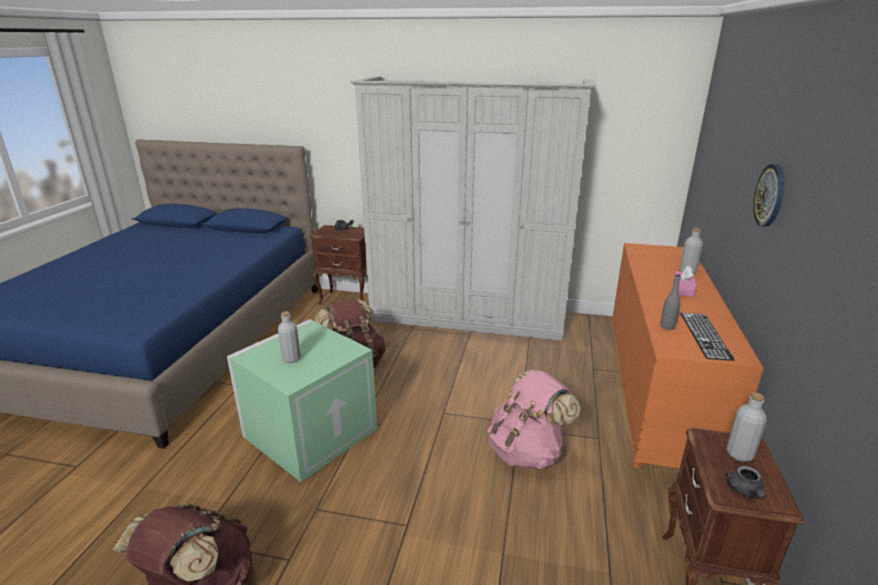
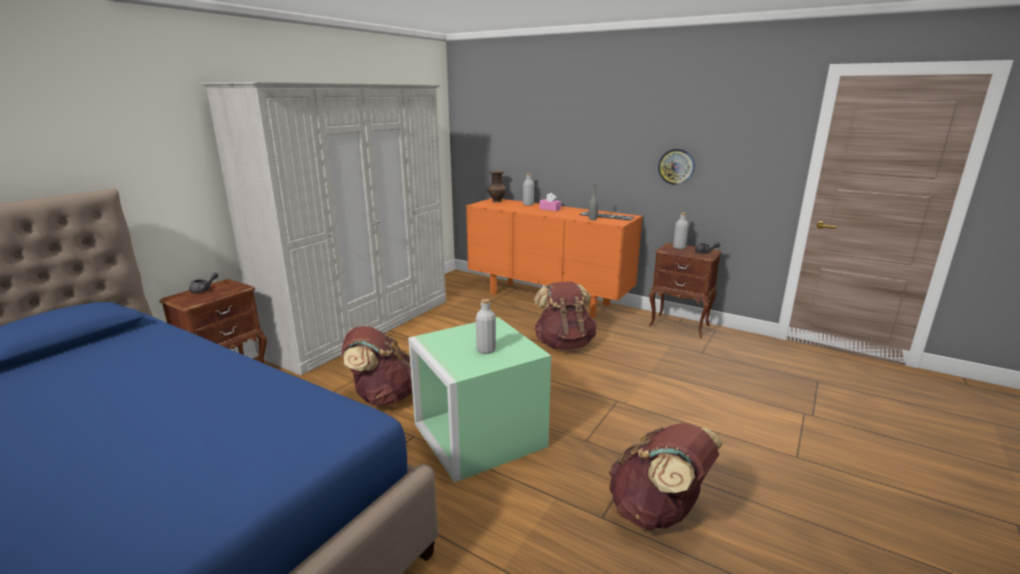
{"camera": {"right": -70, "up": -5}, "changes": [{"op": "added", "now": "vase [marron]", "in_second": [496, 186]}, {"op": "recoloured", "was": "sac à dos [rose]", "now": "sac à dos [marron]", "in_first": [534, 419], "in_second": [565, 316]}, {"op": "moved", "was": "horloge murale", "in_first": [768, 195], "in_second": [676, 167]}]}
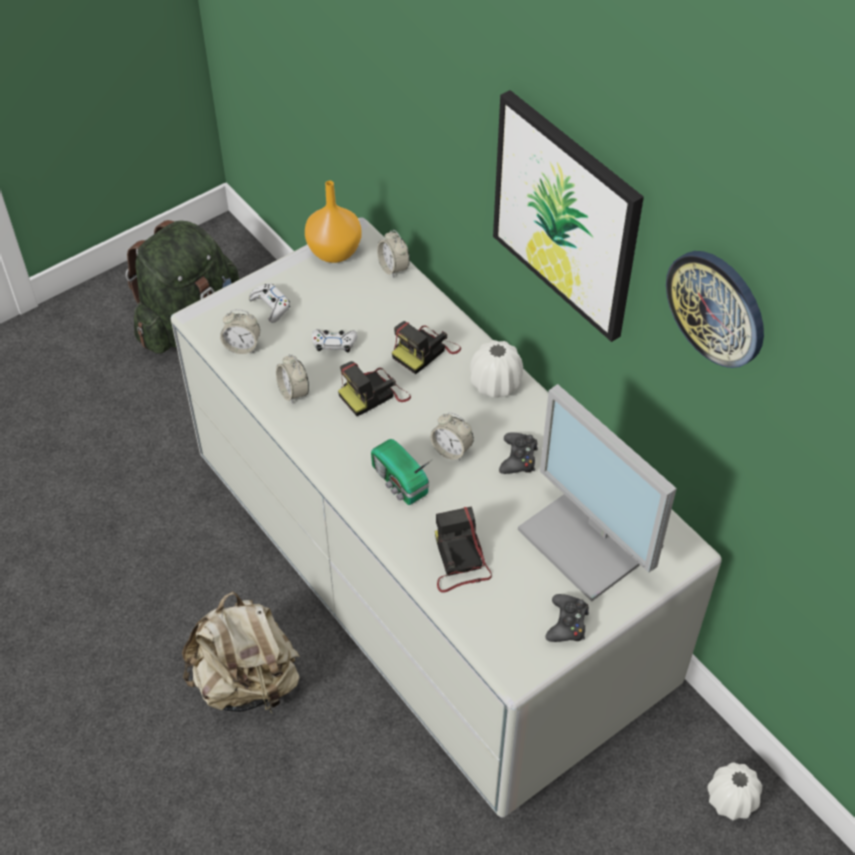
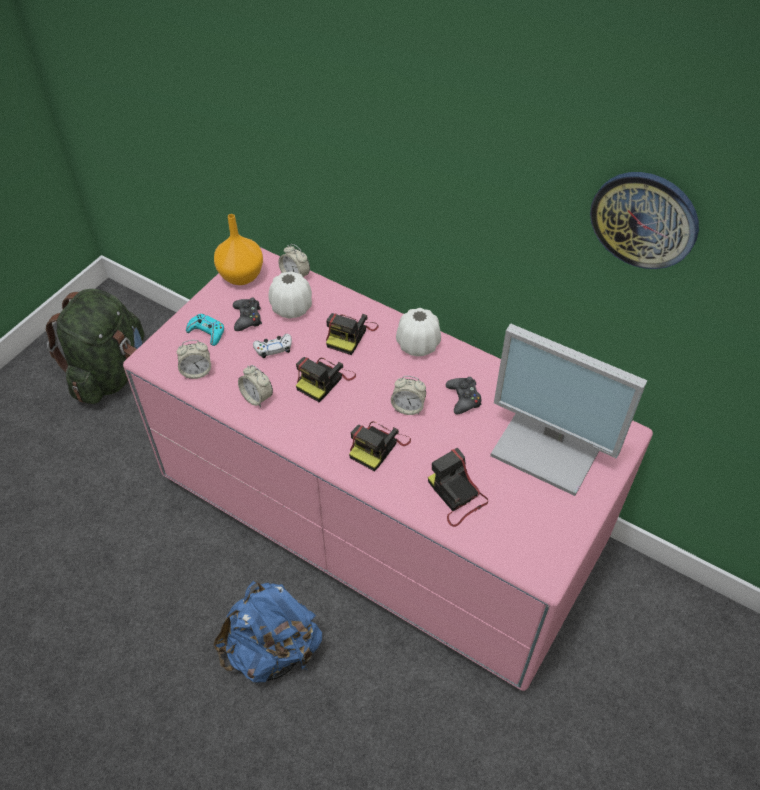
{"camera": {"right": -20, "up": 0}, "changes": [{"op": "recoloured", "was": "commode [blanc]", "now": "commode [rose]", "in_first": [446, 517], "in_second": [388, 469]}, {"op": "recoloured", "was": "manette [blanc]", "now": "manette [turquoise]", "in_first": [269, 303], "in_second": [205, 330]}, {"op": "recoloured", "was": "sac à dos [beige]", "now": "sac à dos [bleu]", "in_first": [241, 652], "in_second": [268, 631]}, {"op": "moved", "was": "manette [noir]", "in_first": [567, 618], "in_second": [247, 314]}, {"op": "moved", "was": "vase [blanc]", "in_first": [734, 791], "in_second": [290, 294]}, {"op": "replaced", "was": "radio", "now": "appareil photo", "in_first": [402, 472], "in_second": [380, 446]}, {"op": "removed", "was": "tableau", "in_first": [568, 216]}]}
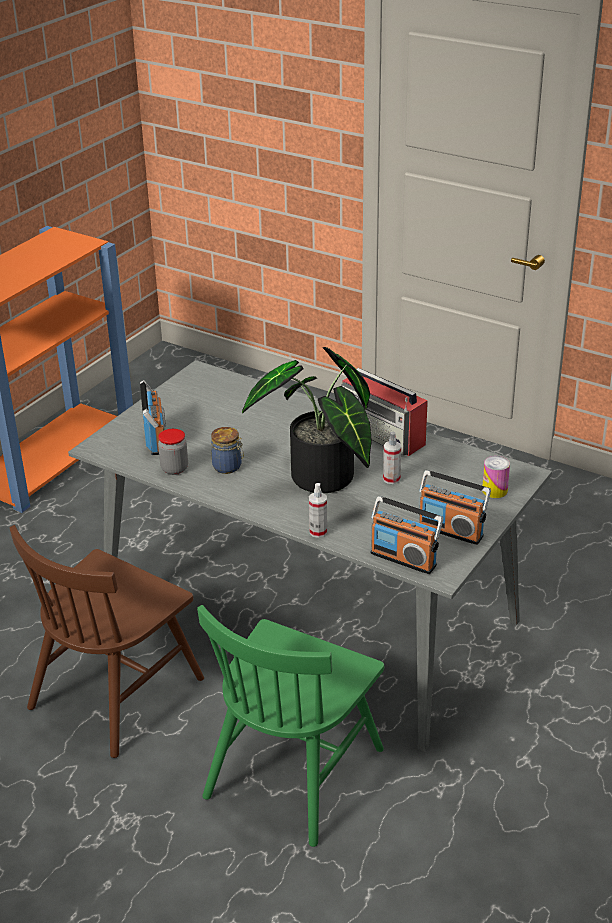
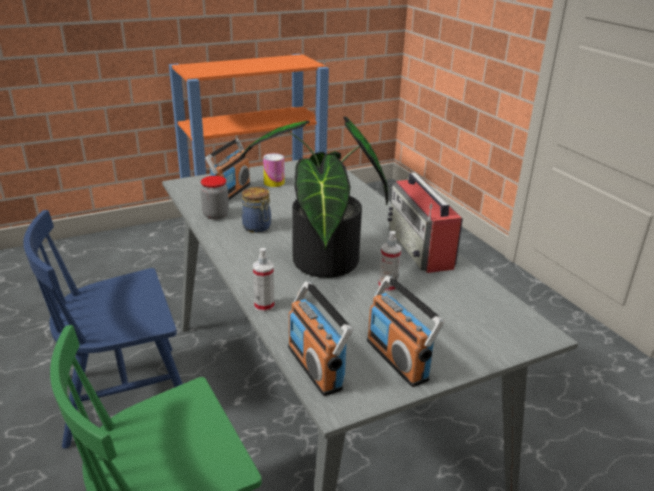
{"camera": {"right": 30, "up": -5}, "changes": [{"op": "recoloured", "was": "chaise [marron]", "now": "chaise [bleu]", "in_first": [107, 641], "in_second": [103, 329]}, {"op": "moved", "was": "boîte métallique", "in_first": [496, 477], "in_second": [273, 170]}]}
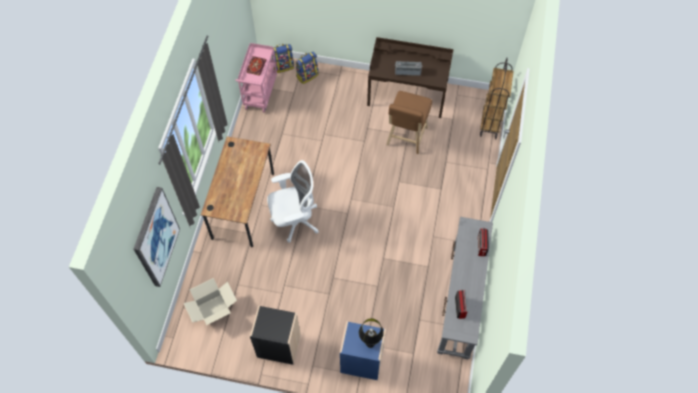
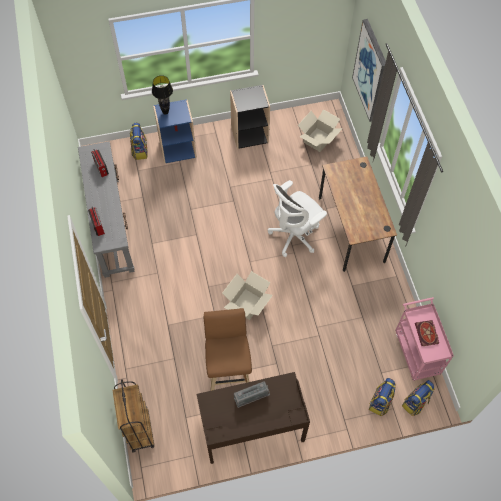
{"camera": {"right": 155, "up": 0}, "changes": [{"op": "added", "now": "sac à dos", "in_second": [139, 141]}, {"op": "added", "now": "carton", "in_second": [247, 295]}]}
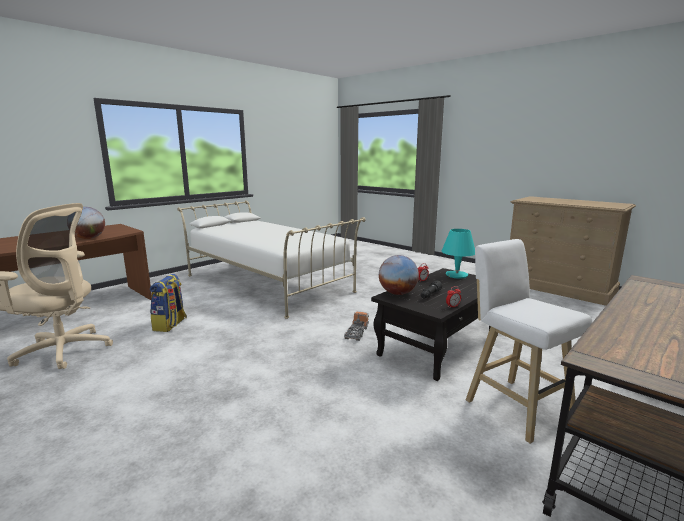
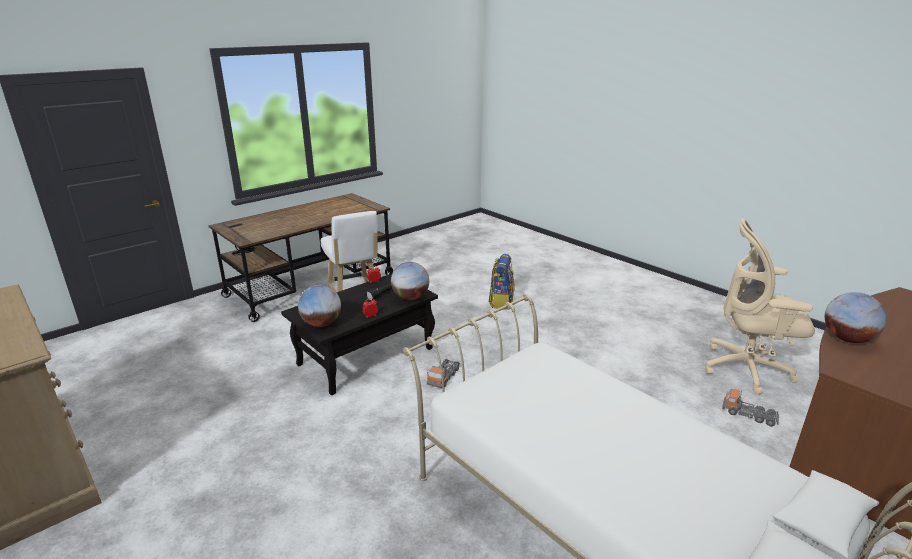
{"camera": {"right": -175, "up": 10}, "changes": [{"op": "replaced", "was": "lampe de table [turquoise]", "now": "globe", "in_first": [458, 254], "in_second": [319, 306]}, {"op": "moved", "was": "sac à dos", "in_first": [168, 303], "in_second": [502, 282]}, {"op": "added", "now": "camion jouet", "in_second": [750, 408]}]}
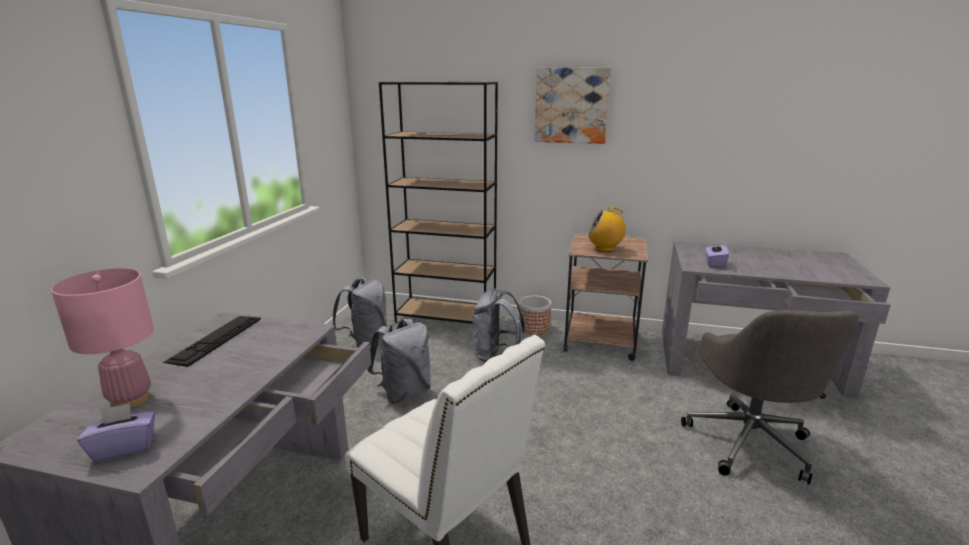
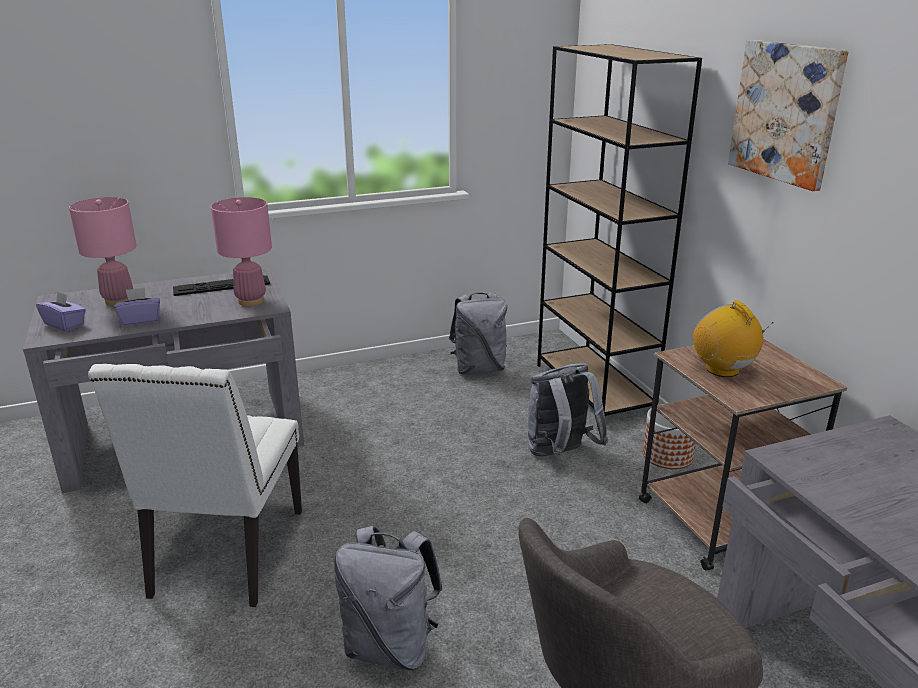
{"camera": {"right": 55, "up": 5}, "changes": [{"op": "moved", "was": "boîte à mouchoirs [violet]", "in_first": [717, 255], "in_second": [137, 307]}, {"op": "added", "now": "lampe de table [rose]", "in_second": [241, 251]}, {"op": "moved", "was": "sac à dos [gris]", "in_first": [399, 361], "in_second": [388, 598]}]}
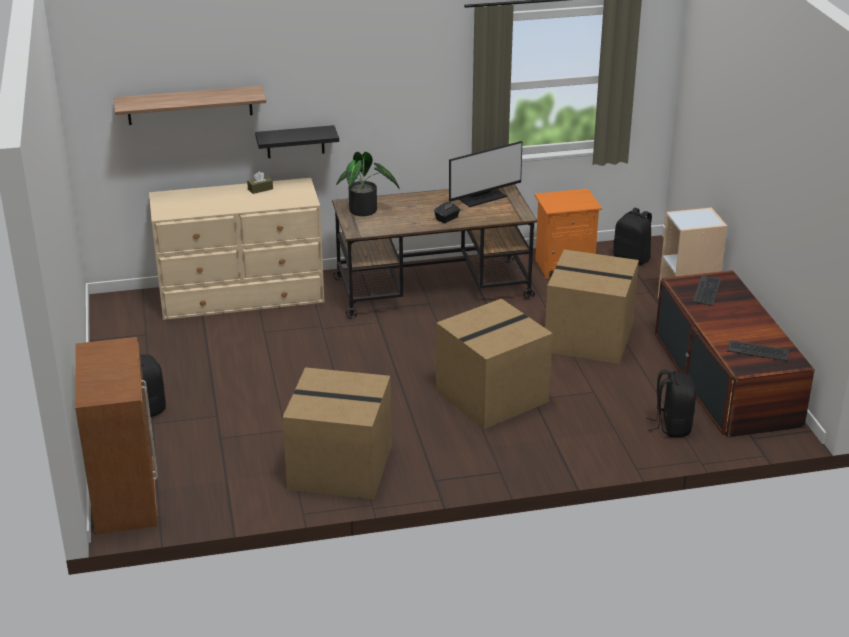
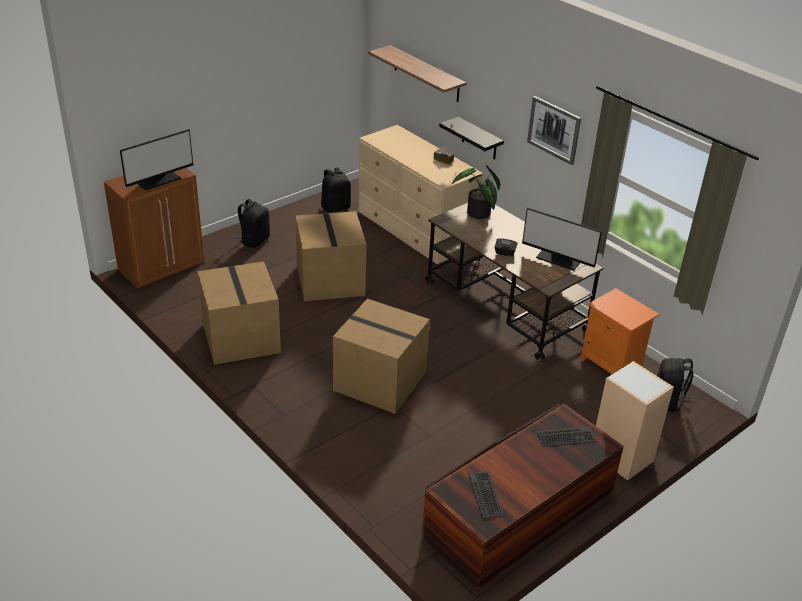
{"camera": {"right": 60, "up": 5}, "changes": [{"op": "added", "now": "écran d'ordinateur", "in_second": [156, 160]}, {"op": "moved", "was": "carton", "in_first": [592, 306], "in_second": [330, 256]}, {"op": "moved", "was": "sac à dos [noir]", "in_first": [671, 403], "in_second": [336, 189]}, {"op": "added", "now": "tableau", "in_second": [554, 130]}]}
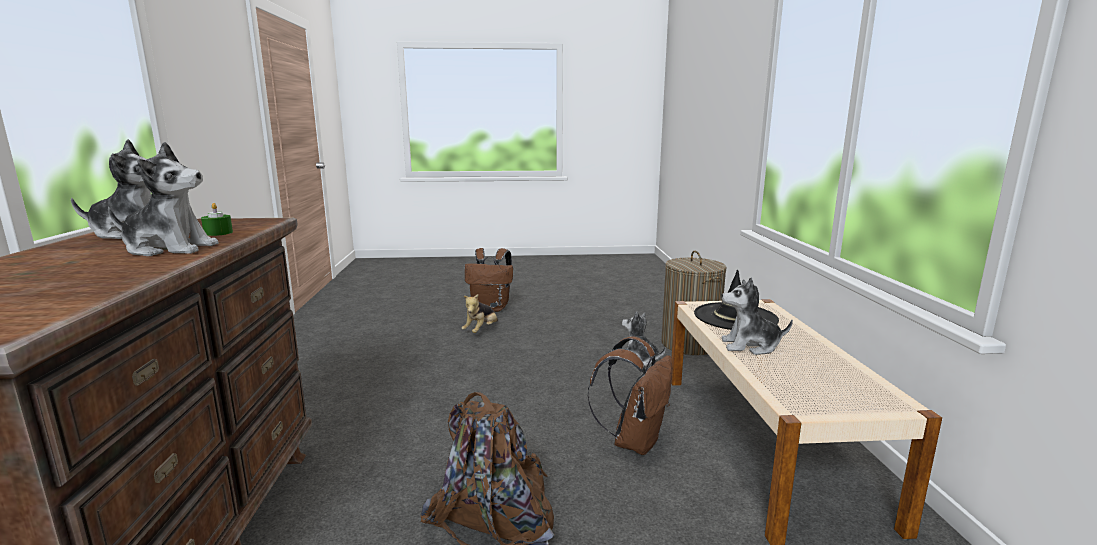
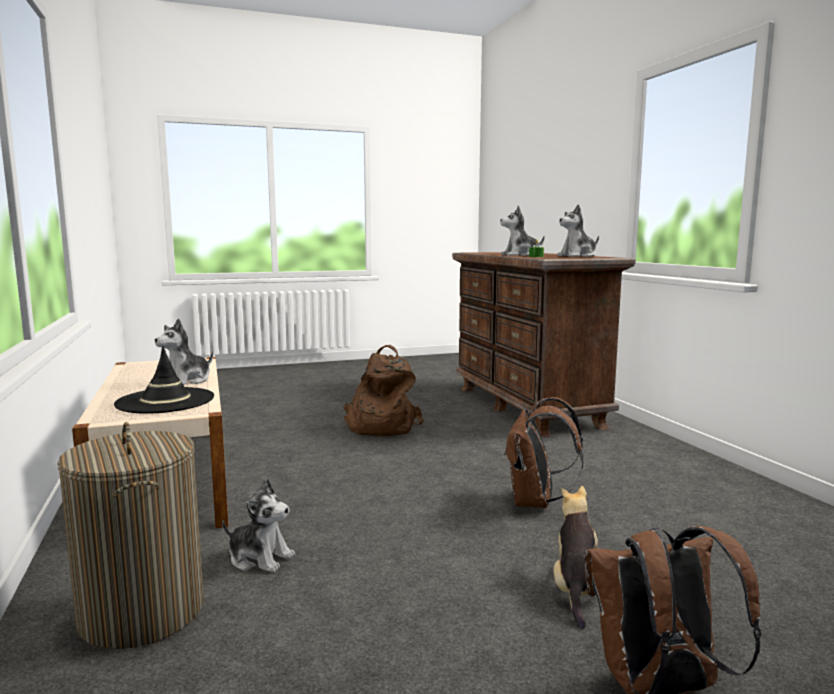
{"camera": {"right": 165, "up": -5}, "changes": [{"op": "turned", "was": "peluche", "in_first": [757, 316], "in_second": [184, 351], "clockwise": 135}, {"op": "moved", "was": "sac à dos [marron]", "in_first": [629, 395], "in_second": [544, 452]}]}
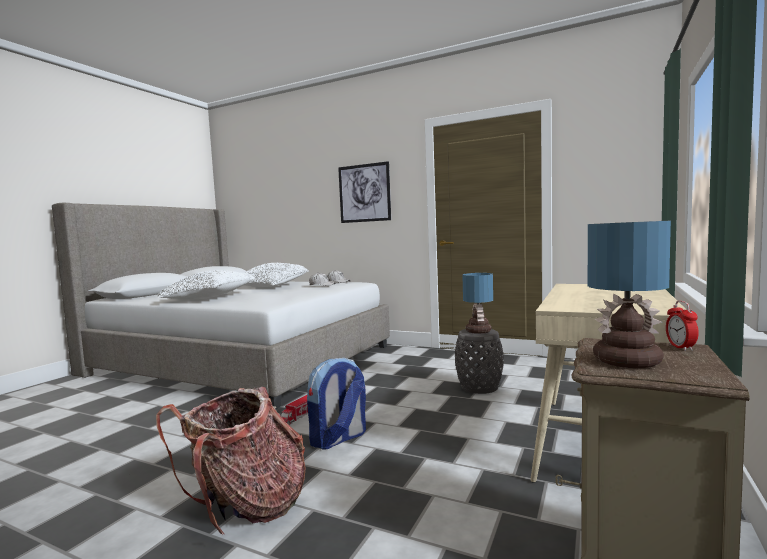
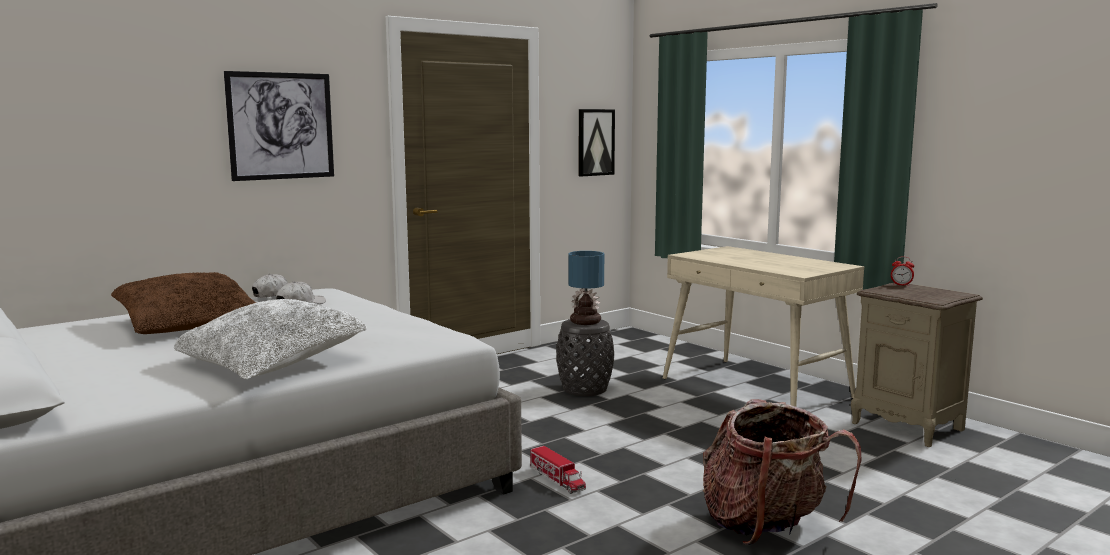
{"camera": {"right": -65, "up": 5}, "changes": [{"op": "recoloured", "was": "coussin [blanc]", "now": "coussin [marron]", "in_first": [276, 275], "in_second": [183, 303]}, {"op": "added", "now": "tableau", "in_second": [597, 143]}, {"op": "removed", "was": "sac à dos", "in_first": [336, 404]}, {"op": "removed", "was": "lampe de table", "in_first": [629, 294]}]}
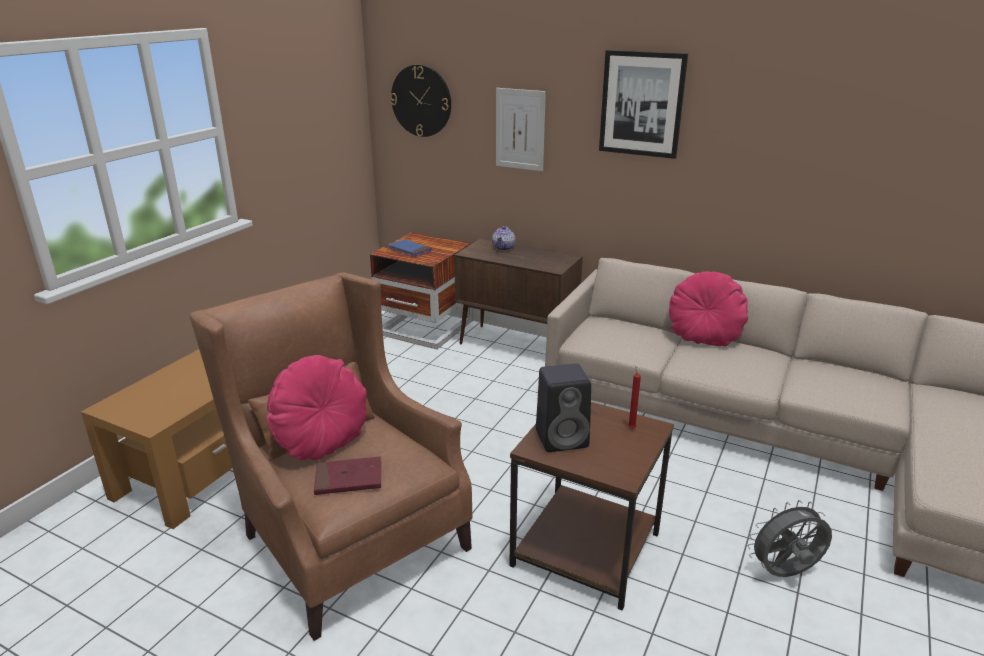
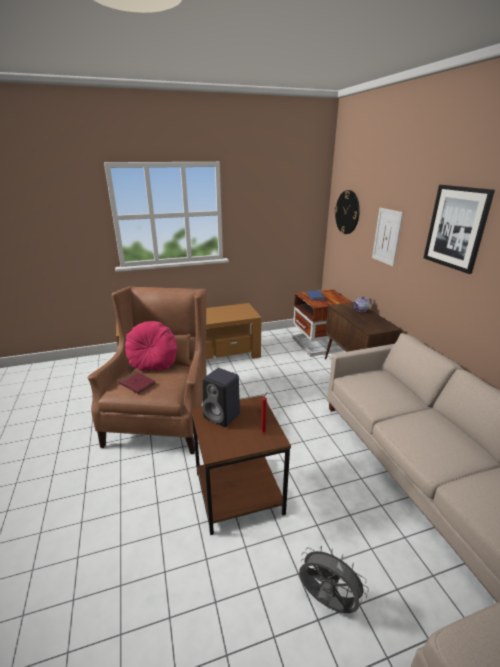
{"camera": {"right": 45, "up": 0}, "changes": [{"op": "removed", "was": "coussin [rose]", "in_first": [708, 308]}]}
